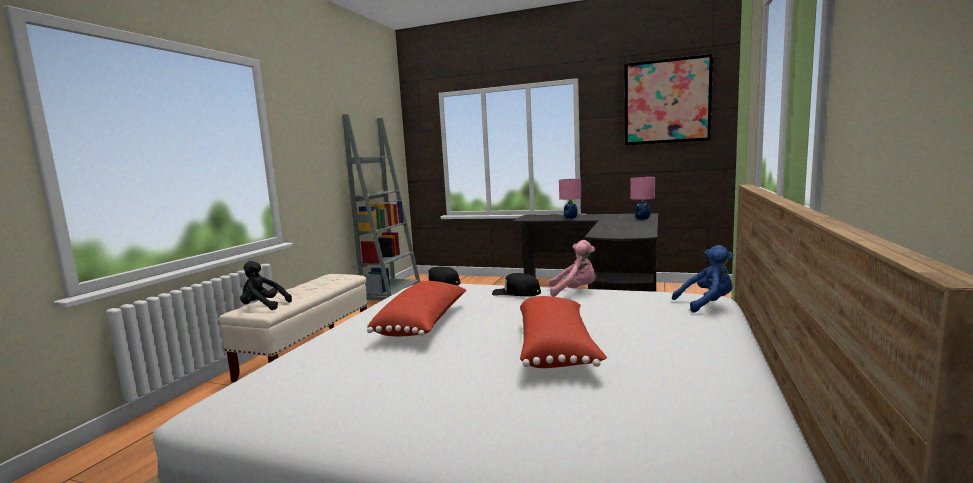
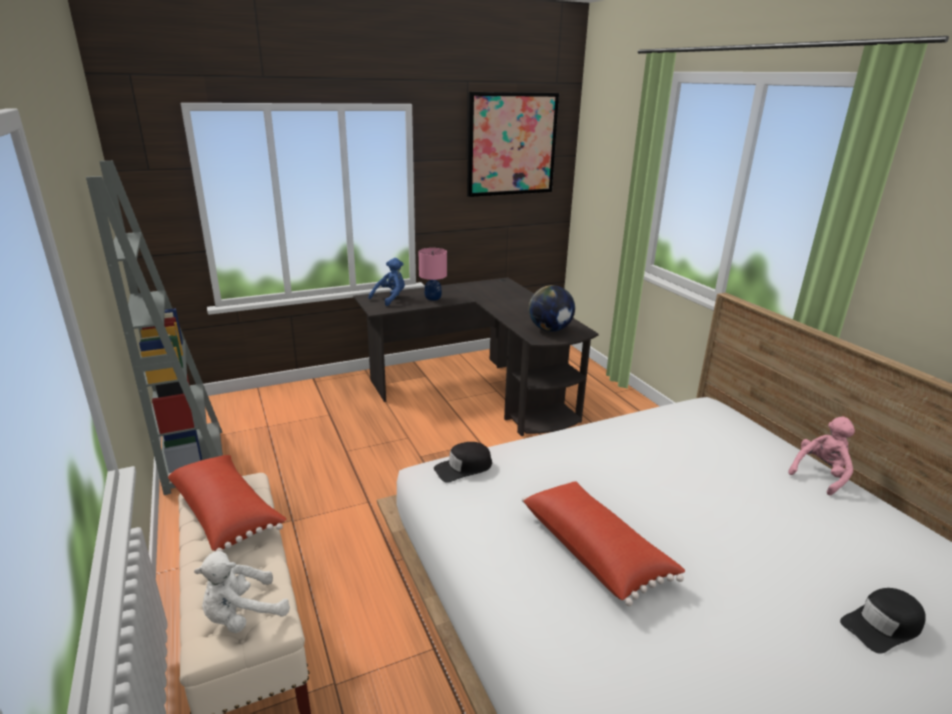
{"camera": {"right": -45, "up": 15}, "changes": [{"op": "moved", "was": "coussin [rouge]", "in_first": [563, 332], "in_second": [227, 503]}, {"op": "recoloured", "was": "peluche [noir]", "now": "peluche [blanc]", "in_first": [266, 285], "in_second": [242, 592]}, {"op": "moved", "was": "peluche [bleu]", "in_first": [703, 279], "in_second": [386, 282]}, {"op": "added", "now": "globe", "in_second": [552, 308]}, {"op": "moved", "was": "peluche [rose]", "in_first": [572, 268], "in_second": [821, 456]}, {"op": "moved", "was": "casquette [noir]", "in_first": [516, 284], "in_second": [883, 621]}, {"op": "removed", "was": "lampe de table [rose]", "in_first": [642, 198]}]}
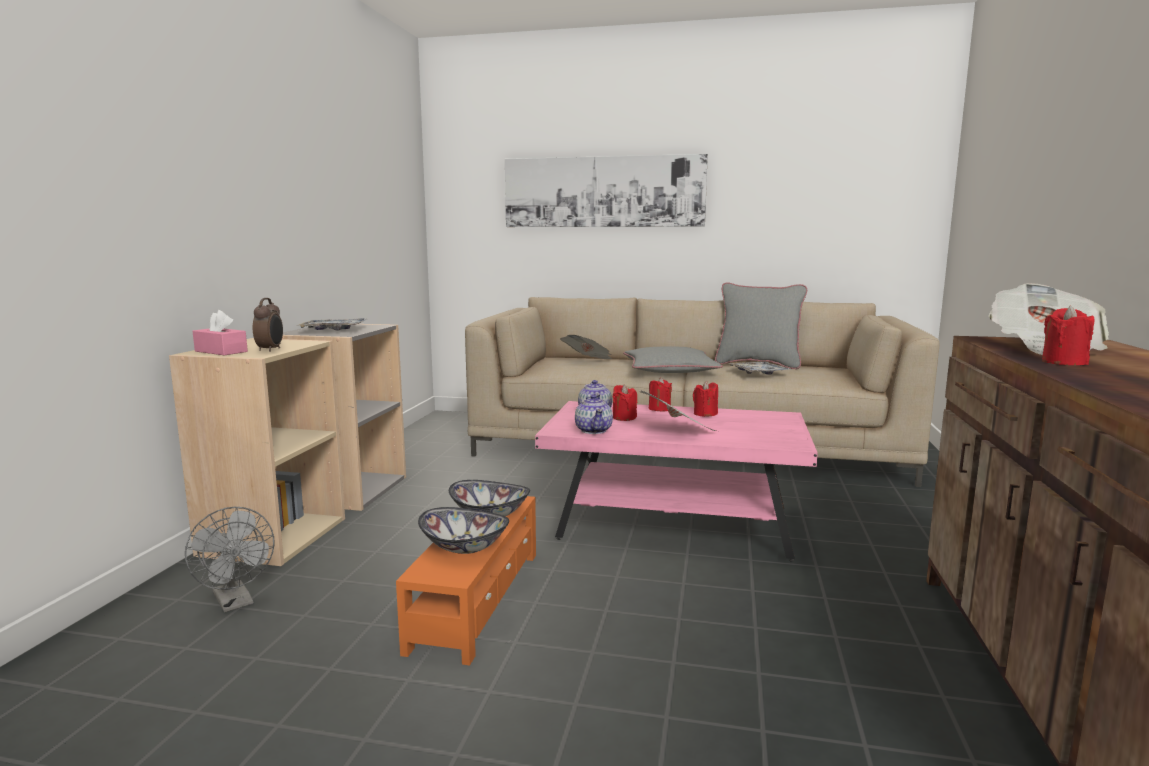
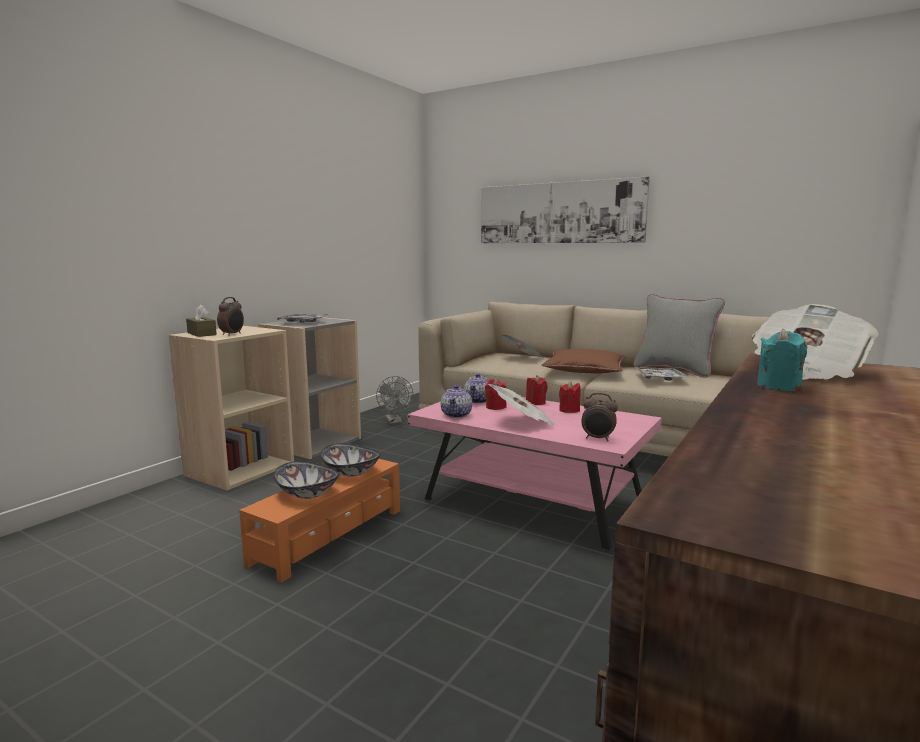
{"camera": {"right": 20, "up": 0}, "changes": [{"op": "recoloured", "was": "boîte à mouchoirs [rose]", "now": "boîte à mouchoirs [marron]", "in_first": [220, 332], "in_second": [201, 321]}, {"op": "moved", "was": "ventilateur [gris]", "in_first": [230, 559], "in_second": [394, 400]}, {"op": "recoloured", "was": "coussin [gris]", "now": "coussin [marron]", "in_first": [673, 360], "in_second": [583, 361]}, {"op": "added", "now": "réveil", "in_second": [599, 417]}, {"op": "recoloured", "was": "bougie [rouge]", "now": "bougie [turquoise]", "in_first": [1068, 335], "in_second": [782, 360]}]}
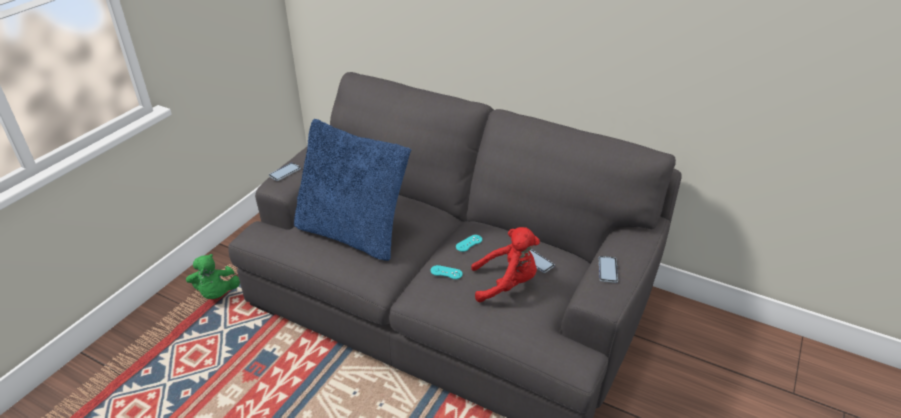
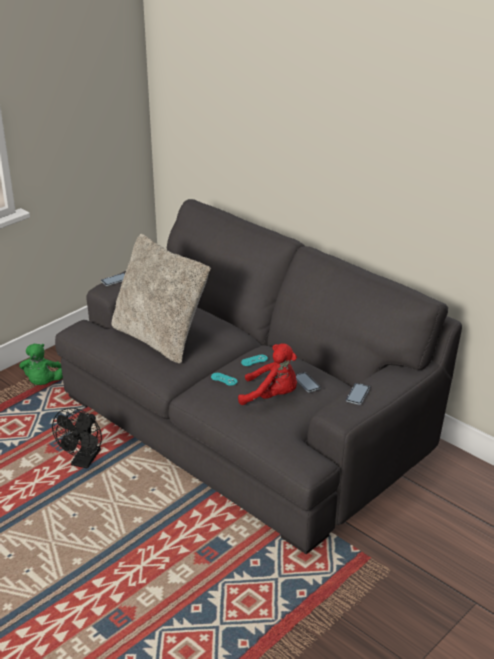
{"camera": {"right": 15, "up": -5}, "changes": [{"op": "added", "now": "ventilateur [noir]", "in_second": [77, 438]}, {"op": "recoloured", "was": "coussin [bleu]", "now": "coussin [beige]", "in_first": [352, 190], "in_second": [161, 298]}]}
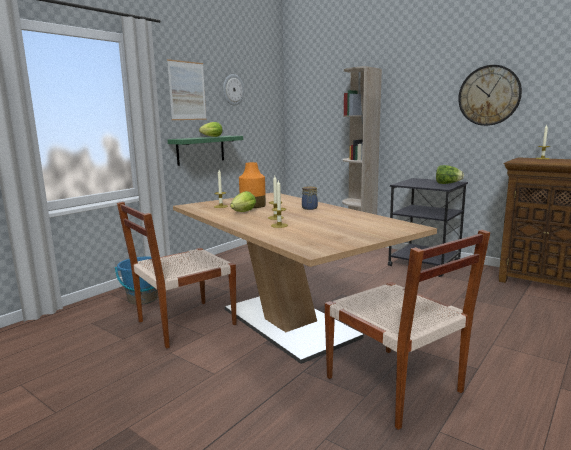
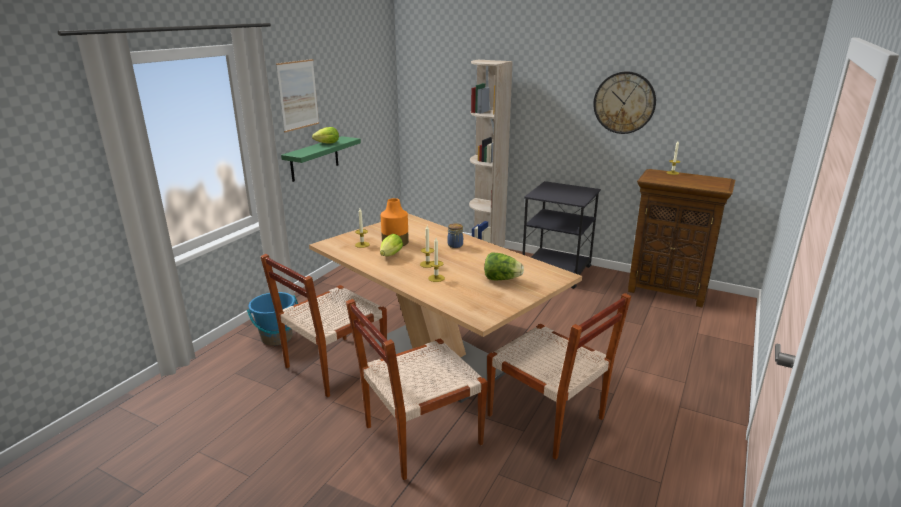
{"camera": {"right": -10, "up": 10}, "changes": [{"op": "added", "now": "chaise", "in_second": [417, 389]}, {"op": "moved", "was": "laitue", "in_first": [450, 174], "in_second": [504, 266]}, {"op": "removed", "was": "horloge murale", "in_first": [233, 90]}]}
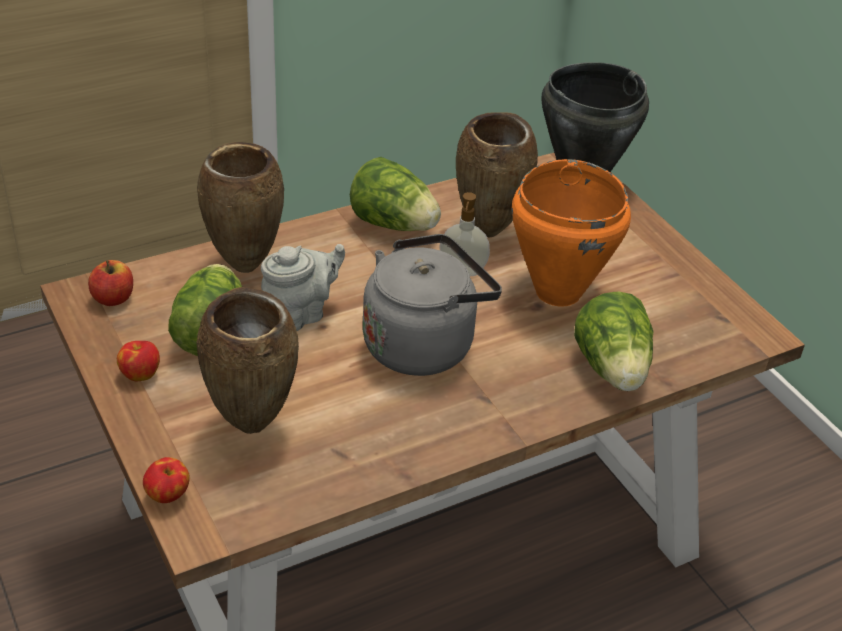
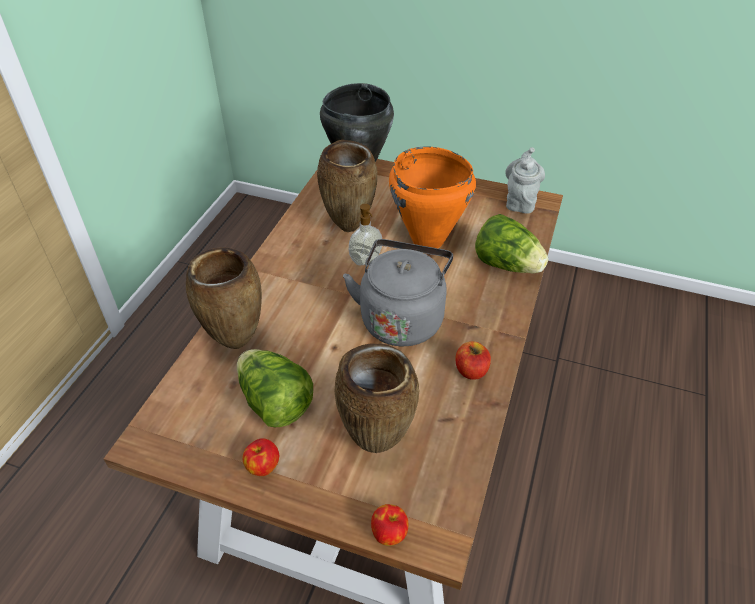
{"camera": {"right": -40, "up": 5}, "changes": [{"op": "moved", "was": "pomme", "in_first": [110, 283], "in_second": [473, 360]}, {"op": "moved", "was": "théière [gris]", "in_first": [303, 287], "in_second": [525, 180]}, {"op": "removed", "was": "laitue", "in_first": [395, 194]}]}
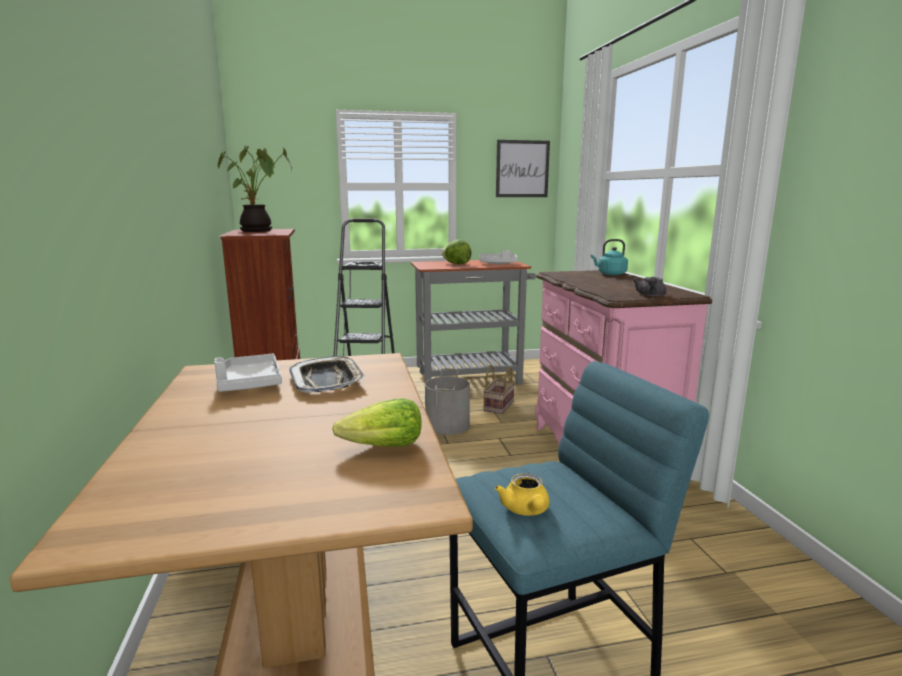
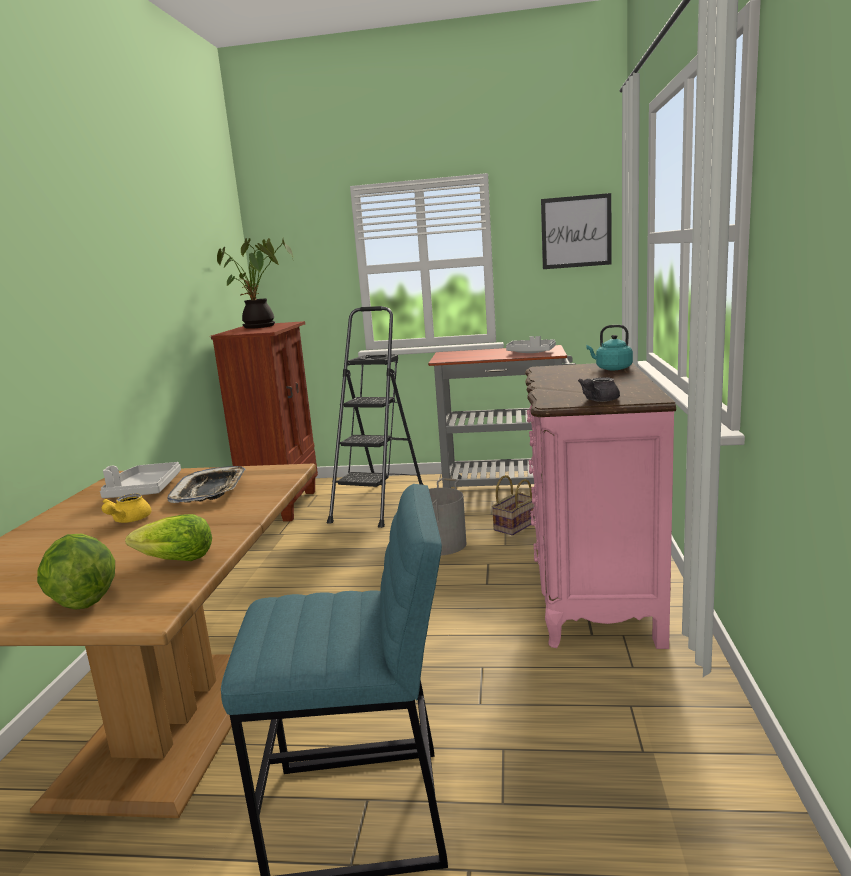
{"camera": {"right": 20, "up": 0}, "changes": [{"op": "moved", "was": "laitue", "in_first": [456, 251], "in_second": [76, 572]}, {"op": "moved", "was": "théière [jaune]", "in_first": [522, 494], "in_second": [126, 508]}]}
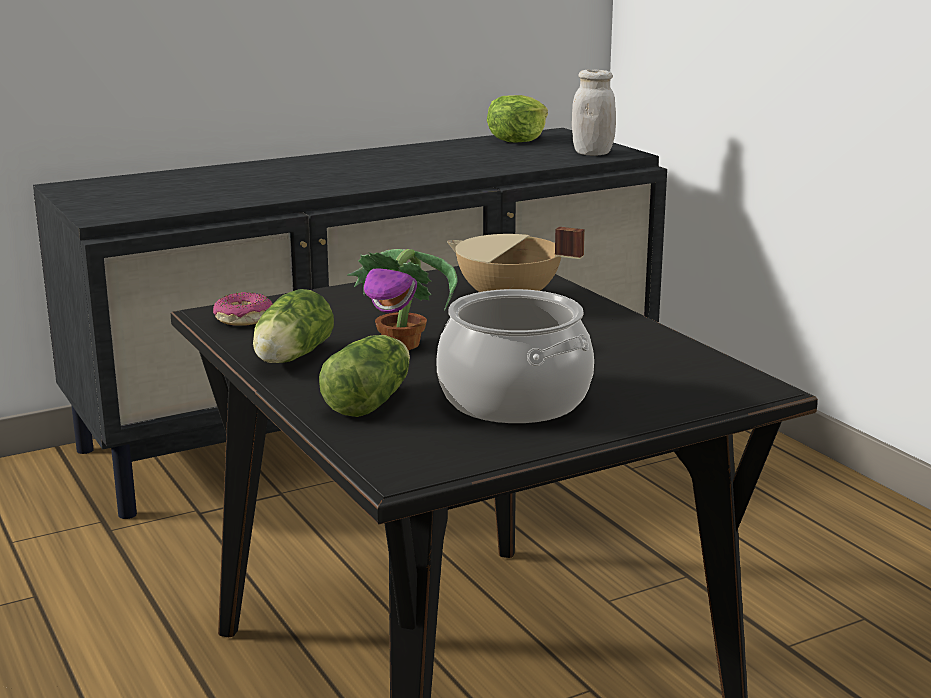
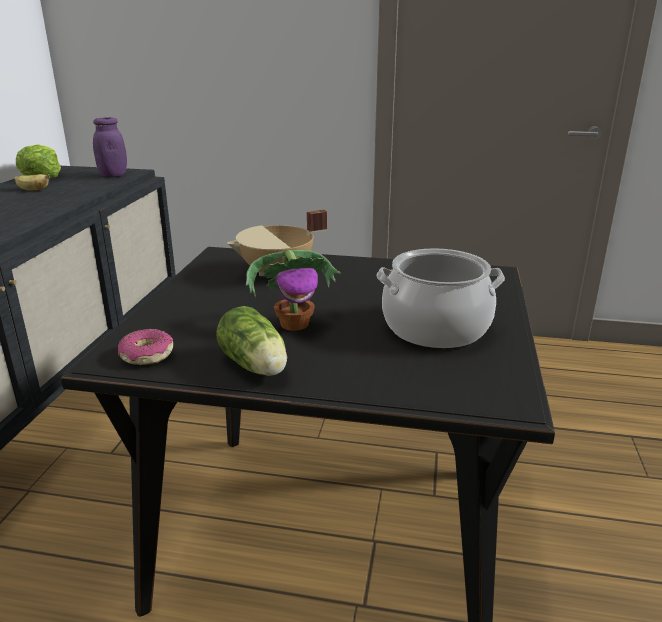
{"camera": {"right": -50, "up": 5}, "changes": [{"op": "added", "now": "banane", "in_second": [32, 182]}, {"op": "recoloured", "was": "bocal [blanc]", "now": "bocal [violet]", "in_first": [594, 112], "in_second": [110, 147]}, {"op": "removed", "was": "laitue", "in_first": [364, 376]}]}
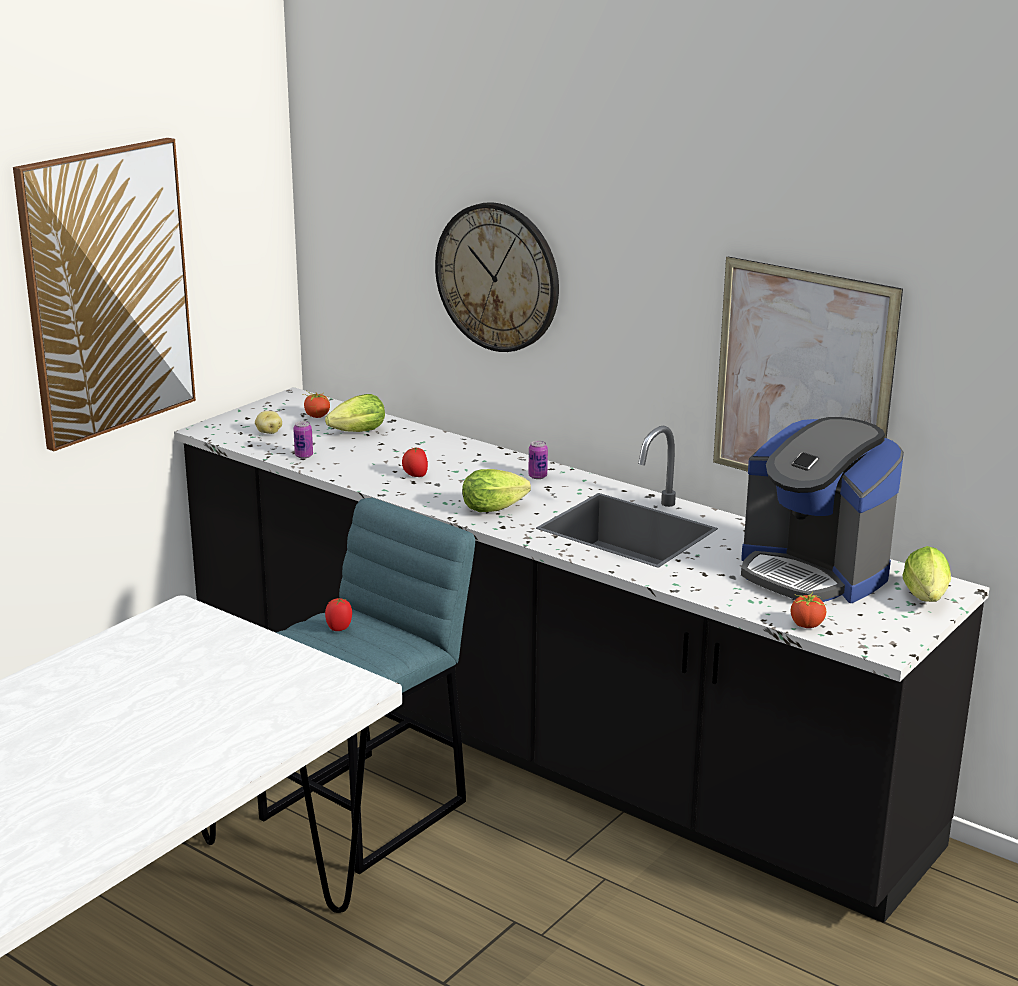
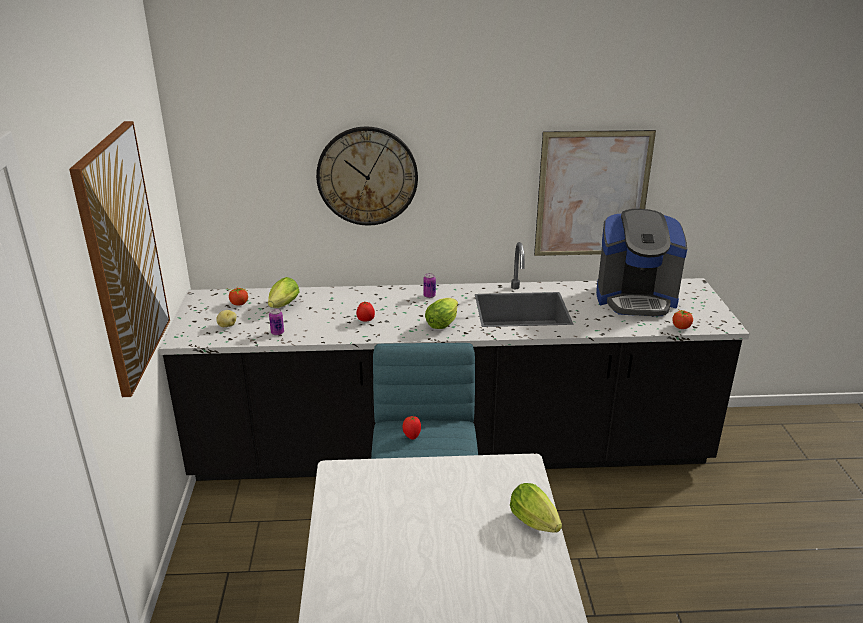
{"camera": {"right": -40, "up": 5}, "changes": [{"op": "moved", "was": "laitue", "in_first": [927, 574], "in_second": [536, 508]}]}
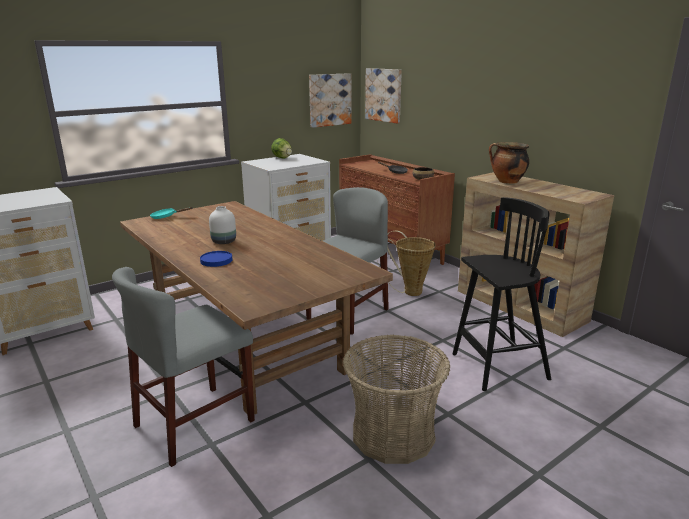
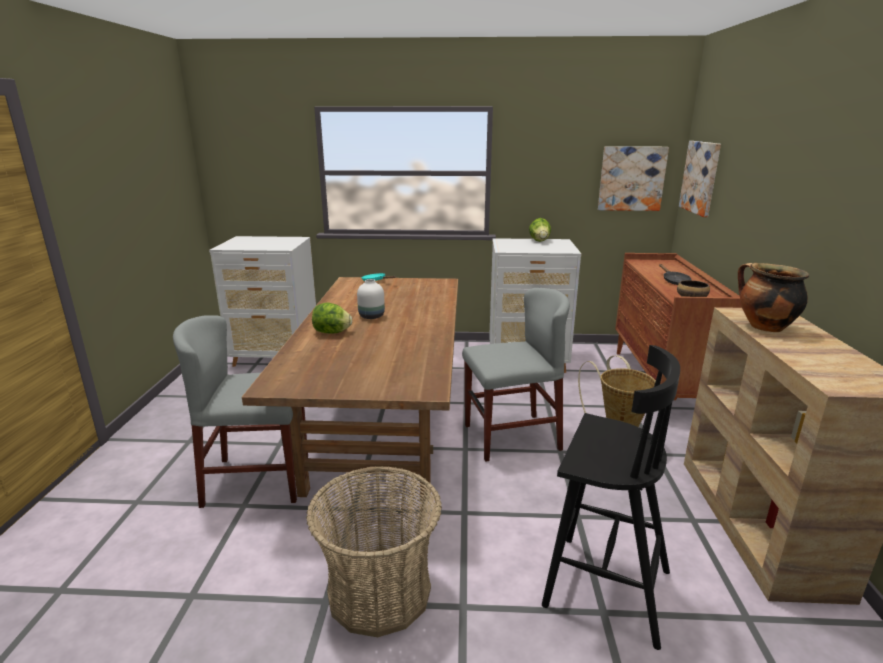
{"camera": {"right": 40, "up": 0}, "changes": [{"op": "replaced", "was": "assiette [bleu]", "now": "laitue", "in_first": [216, 259], "in_second": [332, 317]}]}
